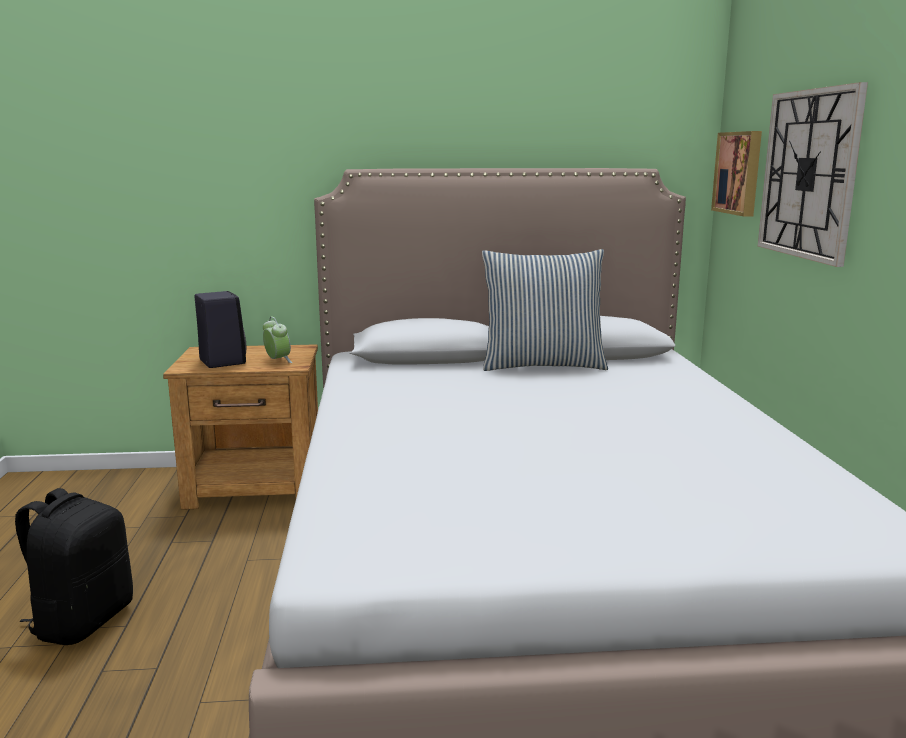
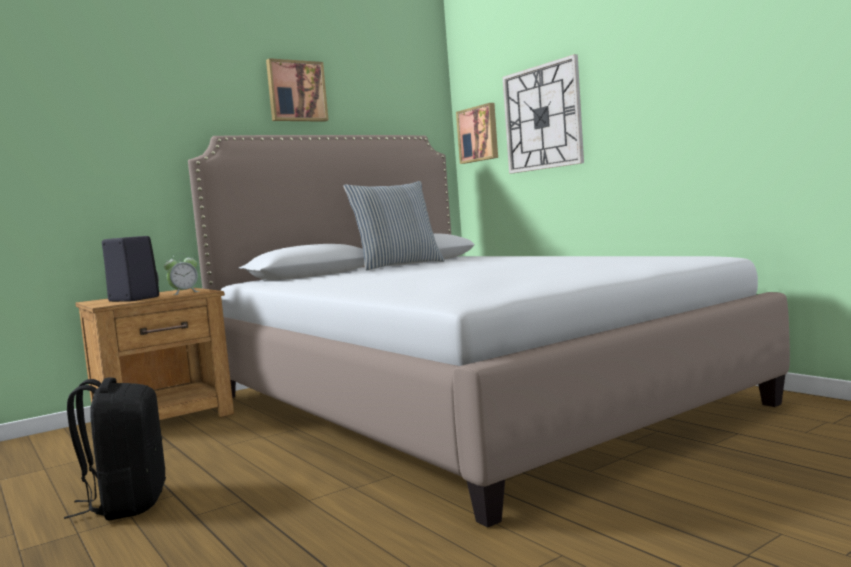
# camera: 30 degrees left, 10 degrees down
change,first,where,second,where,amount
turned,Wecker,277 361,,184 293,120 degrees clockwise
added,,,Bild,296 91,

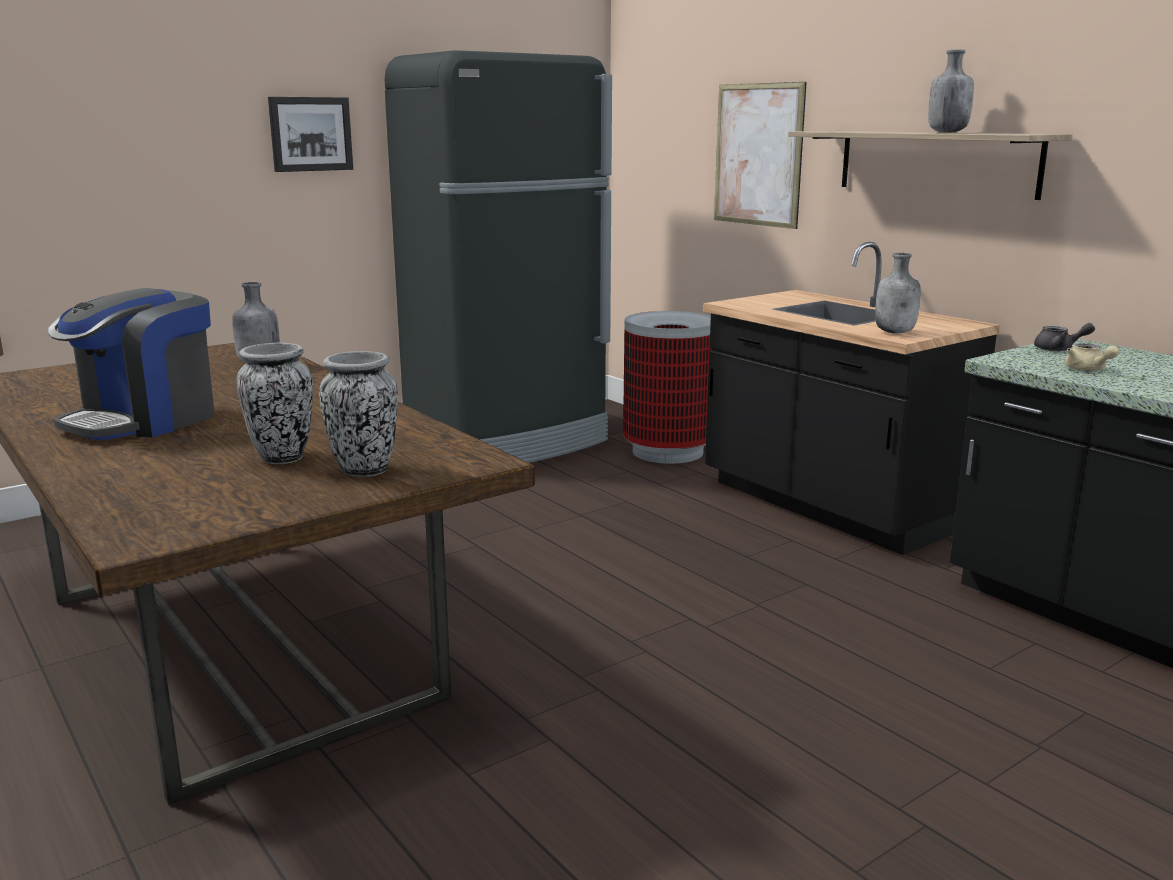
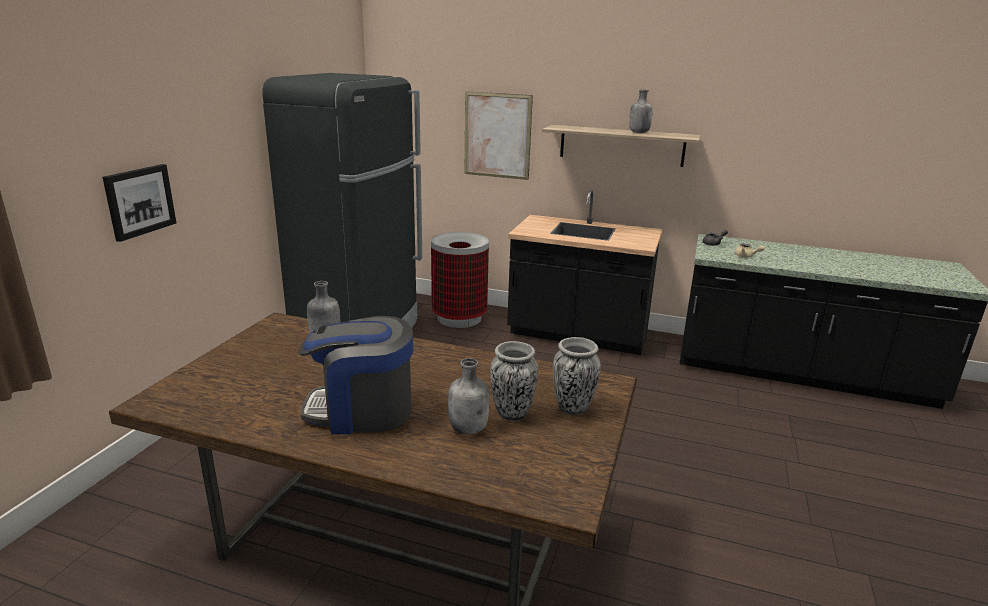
# camera: 35 degrees left, 5 degrees up
change,first,where,second,where,amount
turned,Kaffeemaschine,145 420,,361 411,90 degrees clockwise
moved,Bild,310 134,,139 201,
moved,Flasche [grau],895 332,,469 428,

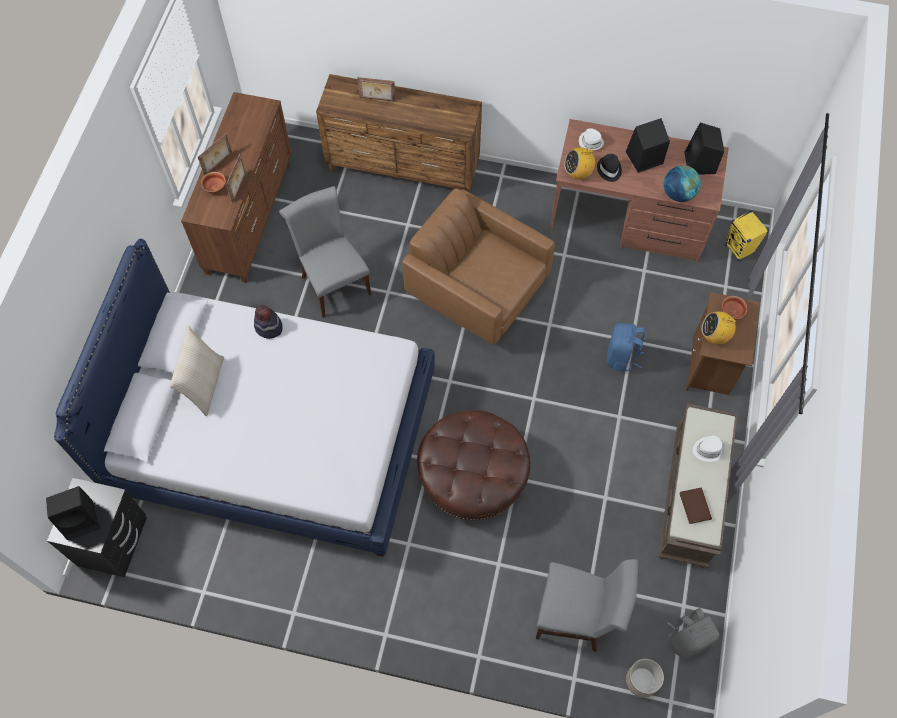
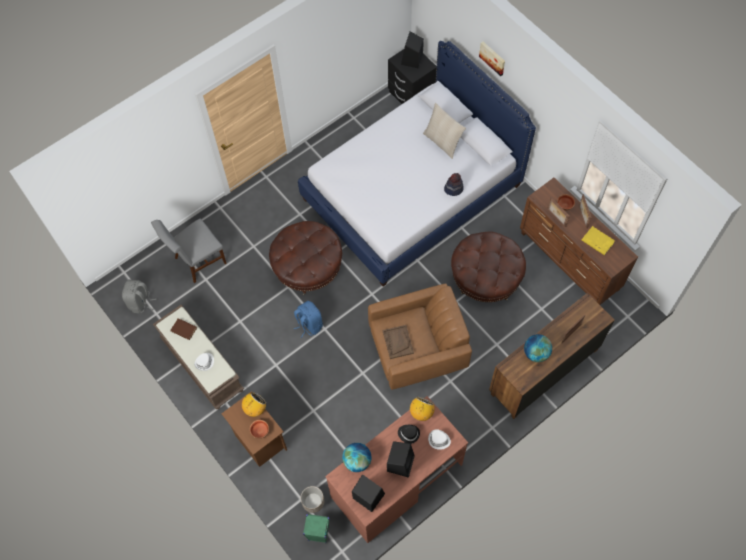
# camera: 130 degrees right, 0 degrees up
change,first,where,second,where,amount
replaced,Stuhl [grau],333 282,Polsterhocker [braun],486 277,
moved,Rucksack [blau],621 357,,309 324,
moved,Pflanzkübel,642 680,,313 502,
recoloured,Lautsprecher [gelb],739 249,Lautsprecher [grün],318 533,
added,,,Tablett [braun],398 342,
added,,,Bild,493 58,
added,,,Globus,536 353,
added,,,Buch [gelb],597 241,

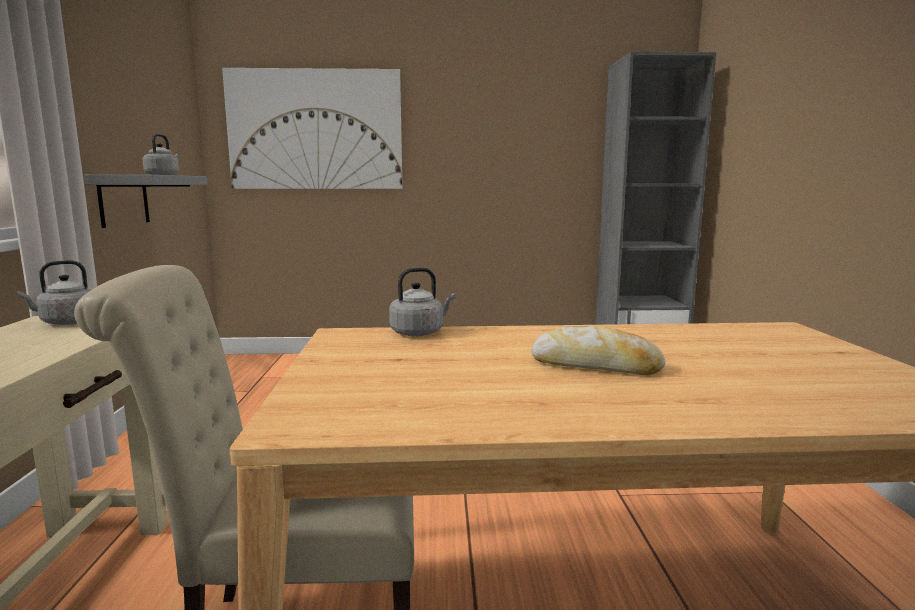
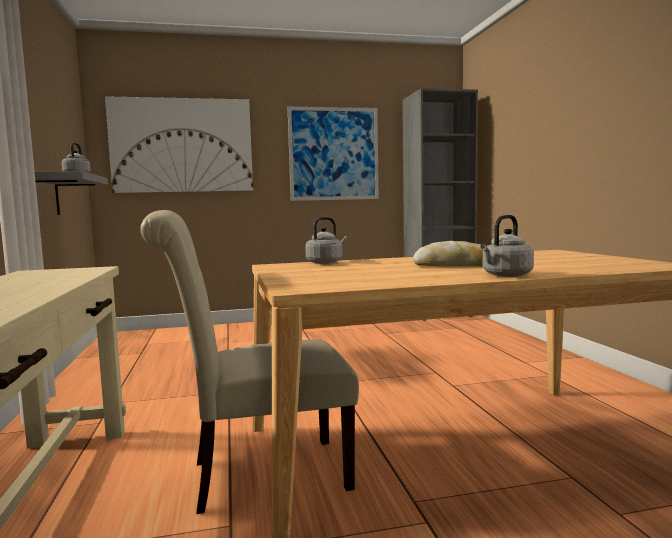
# camera: 10 degrees left, 5 degrees down
change,first,where,second,where,amount
moved,Wasserkessel [grau],66 322,,505 275,
added,,,Bild,334 154,

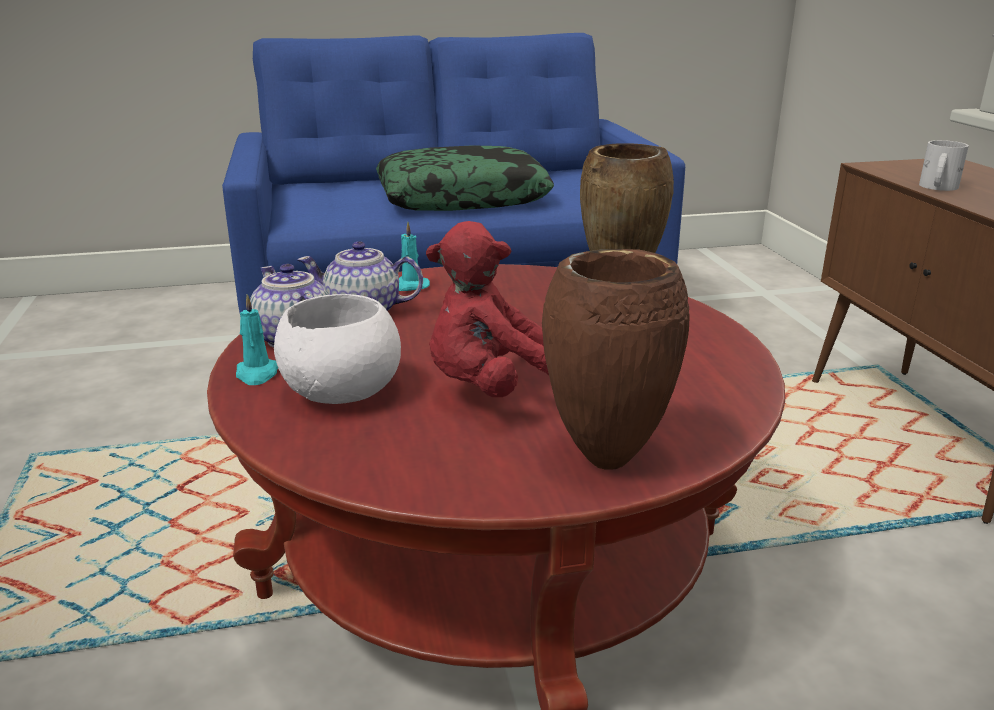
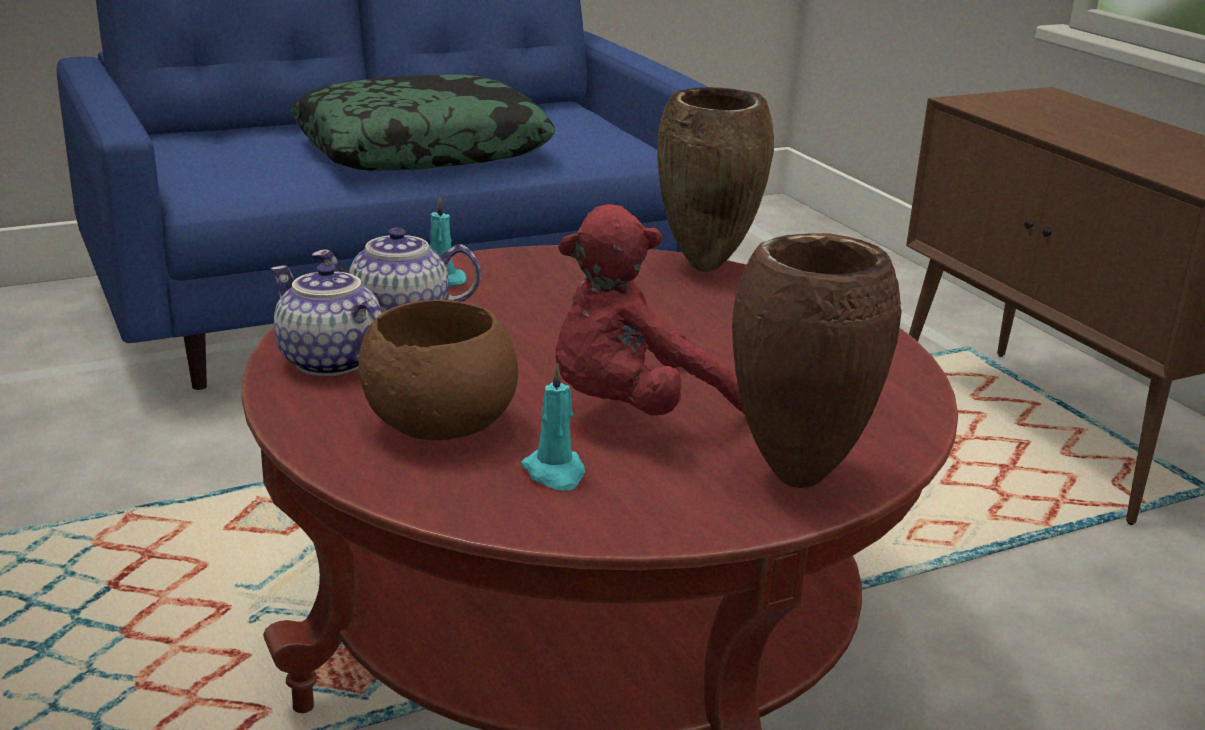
# camera: 15 degrees left, 0 degrees up
change,first,where,second,where,amount
moved,Kerze [türkis],257 374,,555 473,
recoloured,Schüssel [weiß],341 391,Schüssel [braun],437 424,
removed,Henkelbecher [weiß],936 187,,,

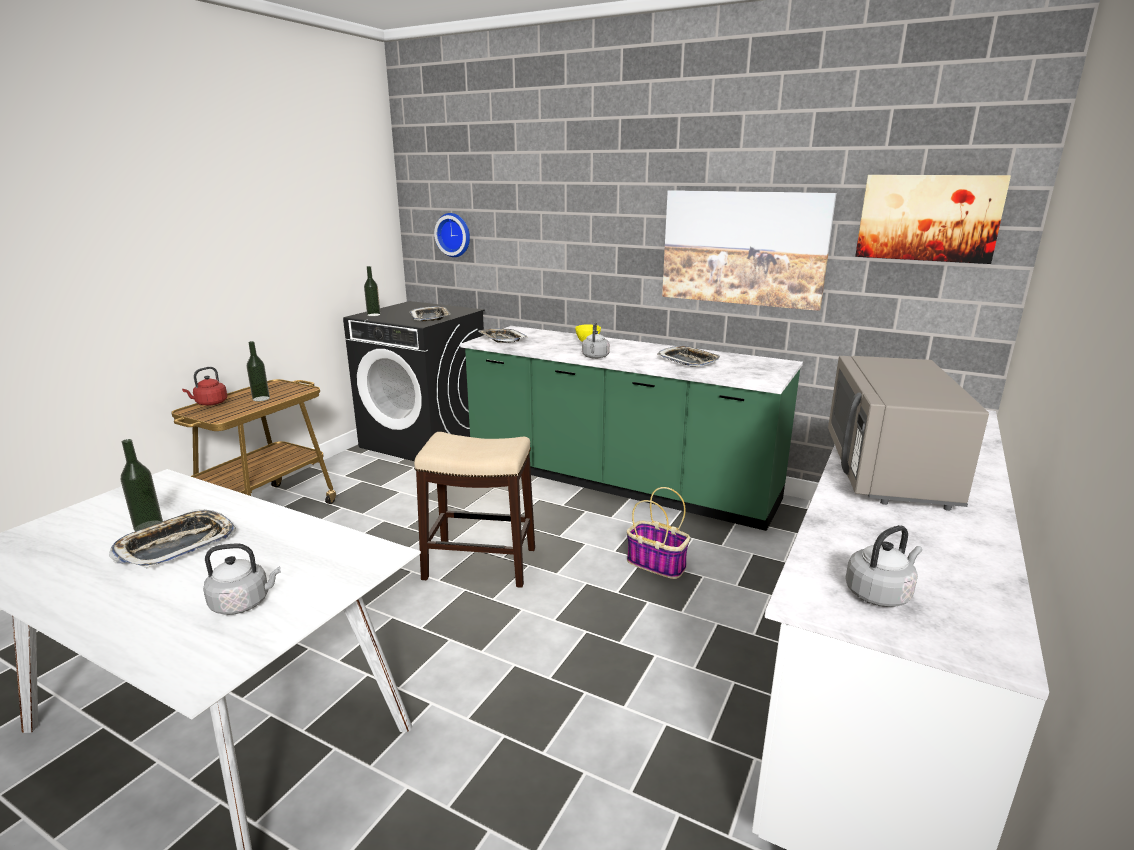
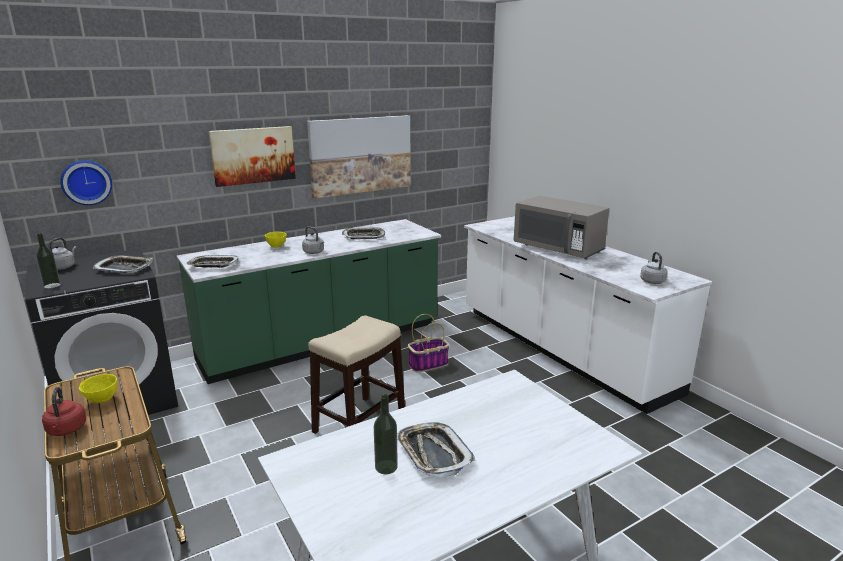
# camera: 60 degrees left, 0 degrees up
change,first,where,second,where,amount
moved,Wasserkessel [grau],244 603,,63 267,
replaced,Flasche,261 398,Schüssel [gelb],103 400,
moved,Bild,928 218,,253 155,

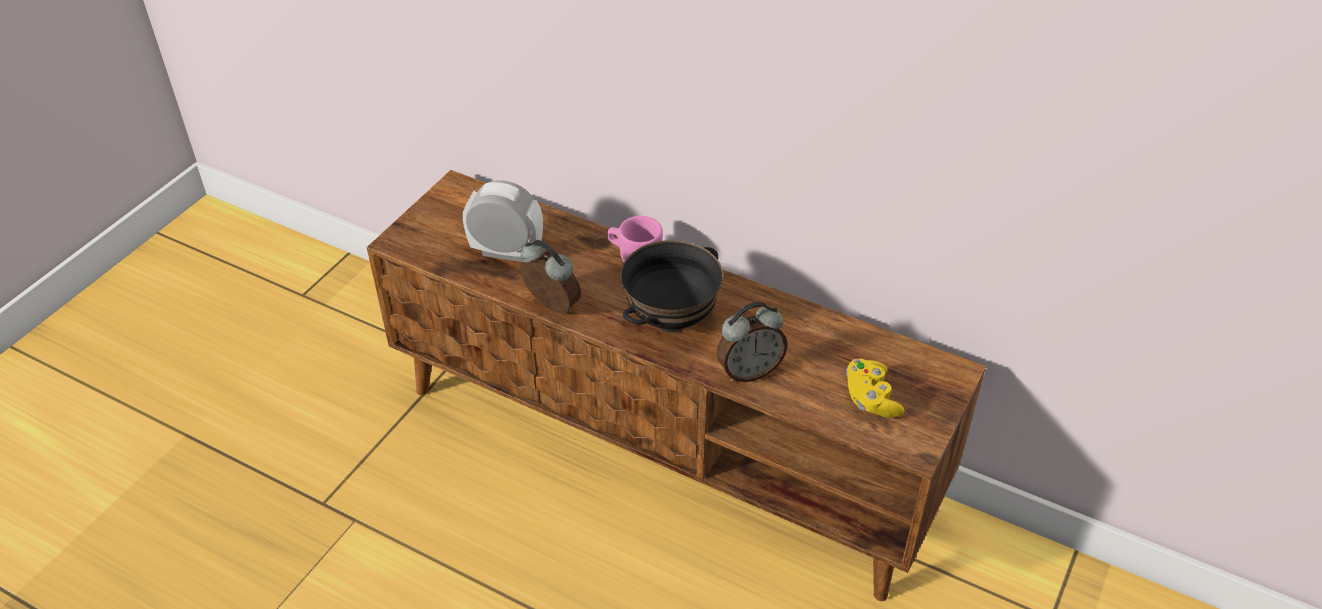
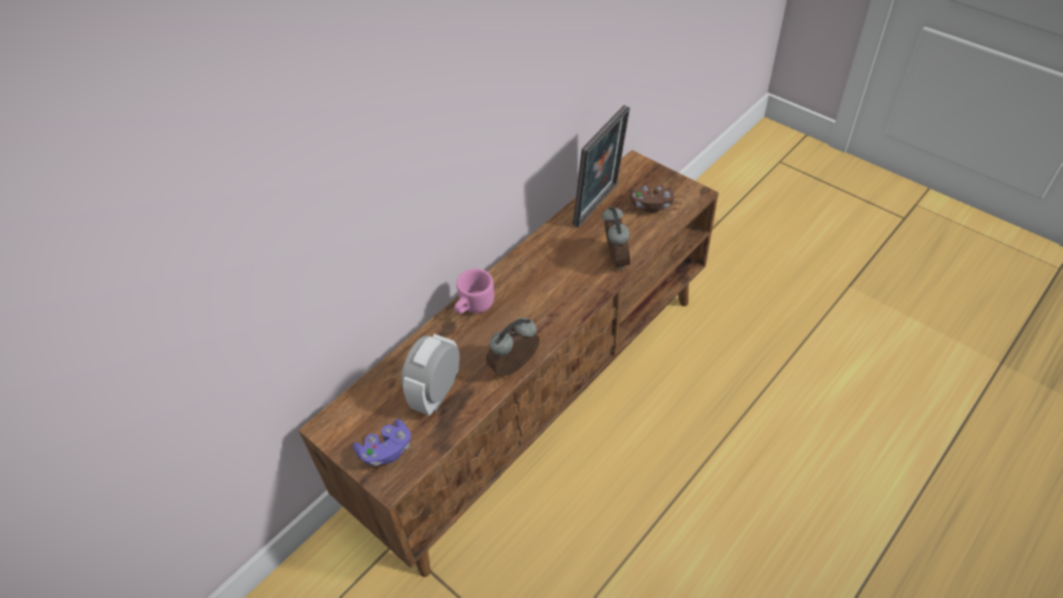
# camera: 75 degrees left, 5 degrees up
change,first,where,second,where,amount
removed,Schüssel [schwarz],672 320,,,
recoloured,Gamepad [gelb],870 398,Gamepad [braun],651 205,
added,,,Gamepad [lila],386 451,
added,,,Bilderrahmen,599 206,

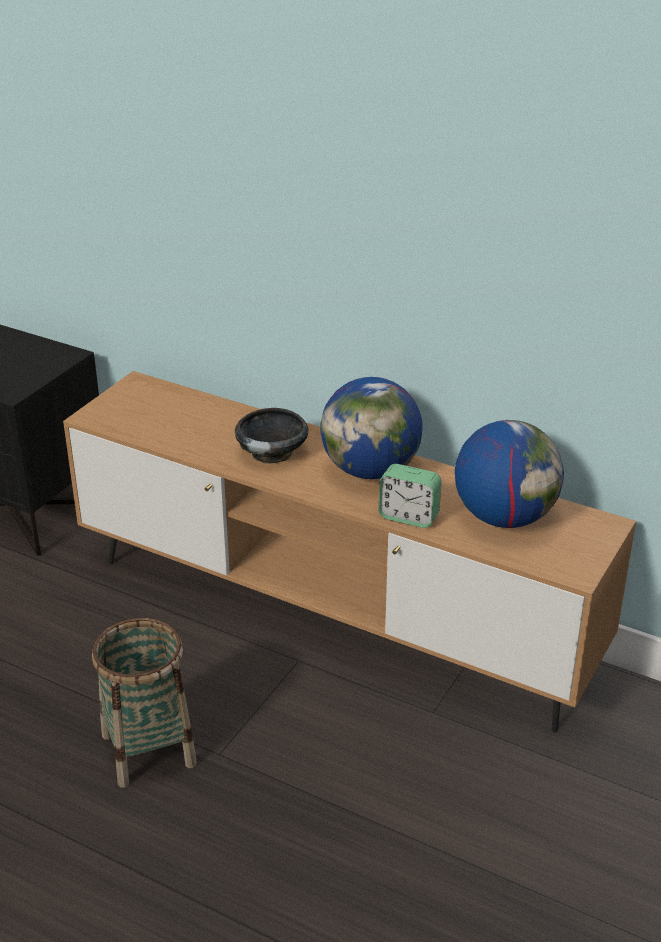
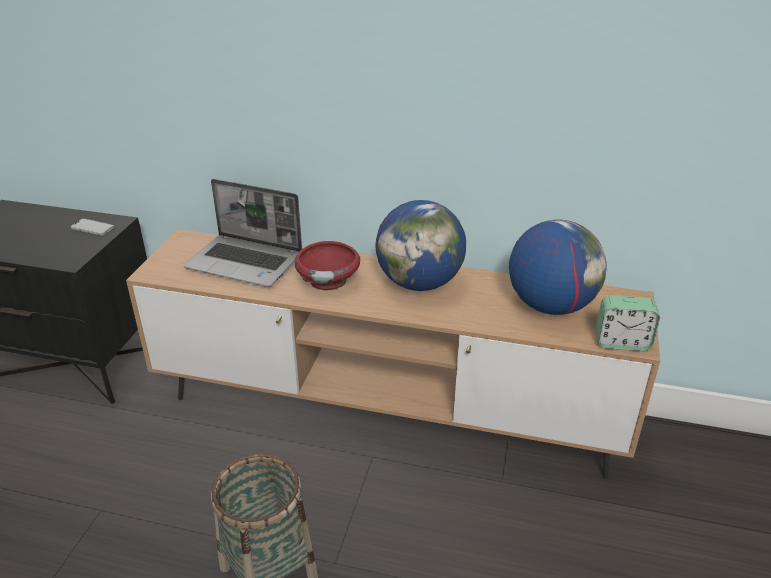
# camera: 15 degrees left, 0 degrees up
change,first,where,second,where,amount
recoloured,Schüssel [schwarz],272 452,Schüssel [rot],328 280,
moved,Wecker,409 516,,622 342,
added,,,Handy,92 228,
added,,,Laptop,246 262,

